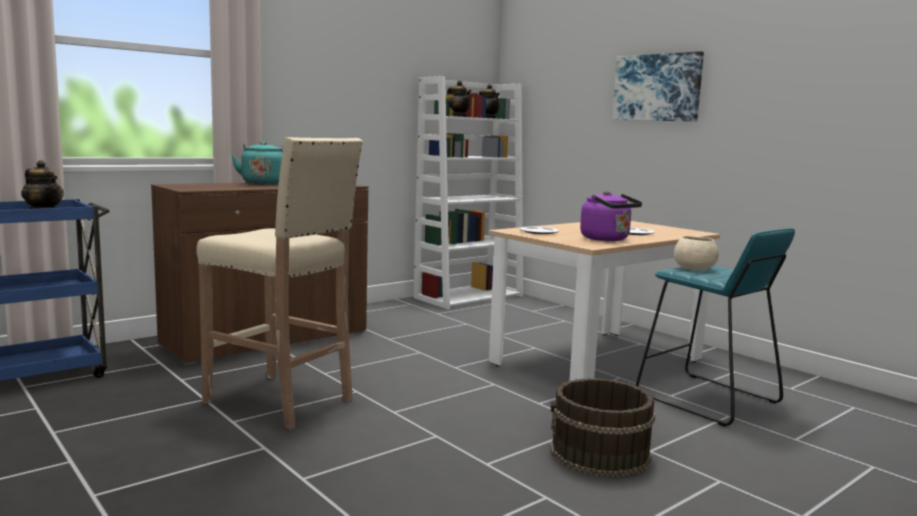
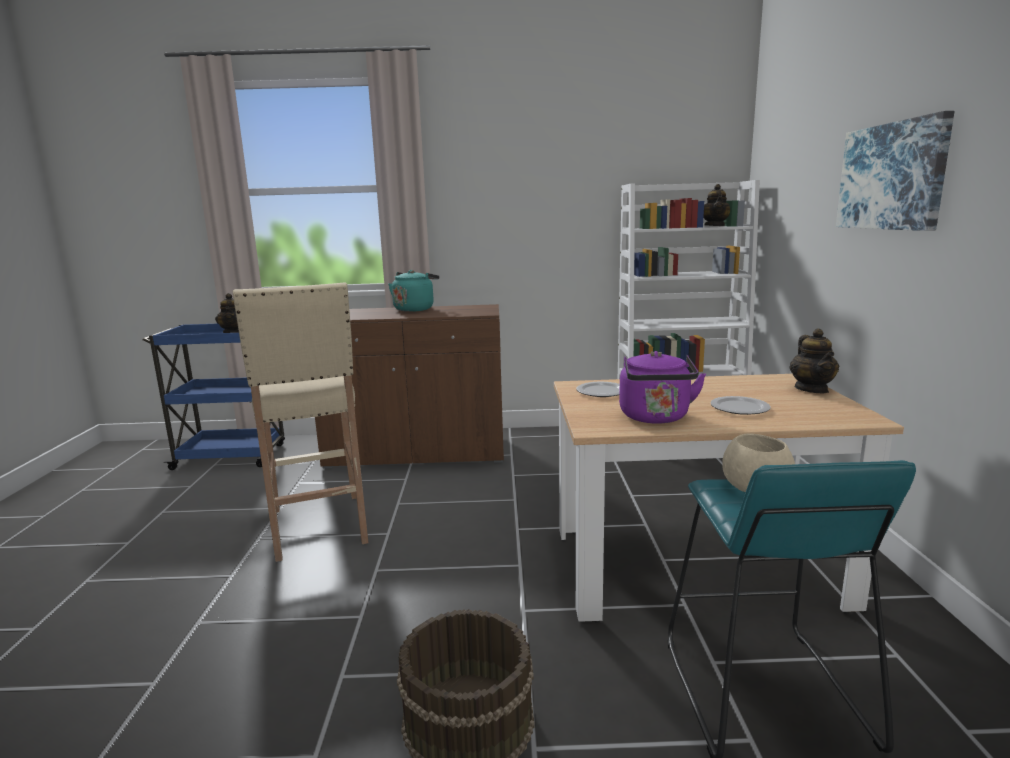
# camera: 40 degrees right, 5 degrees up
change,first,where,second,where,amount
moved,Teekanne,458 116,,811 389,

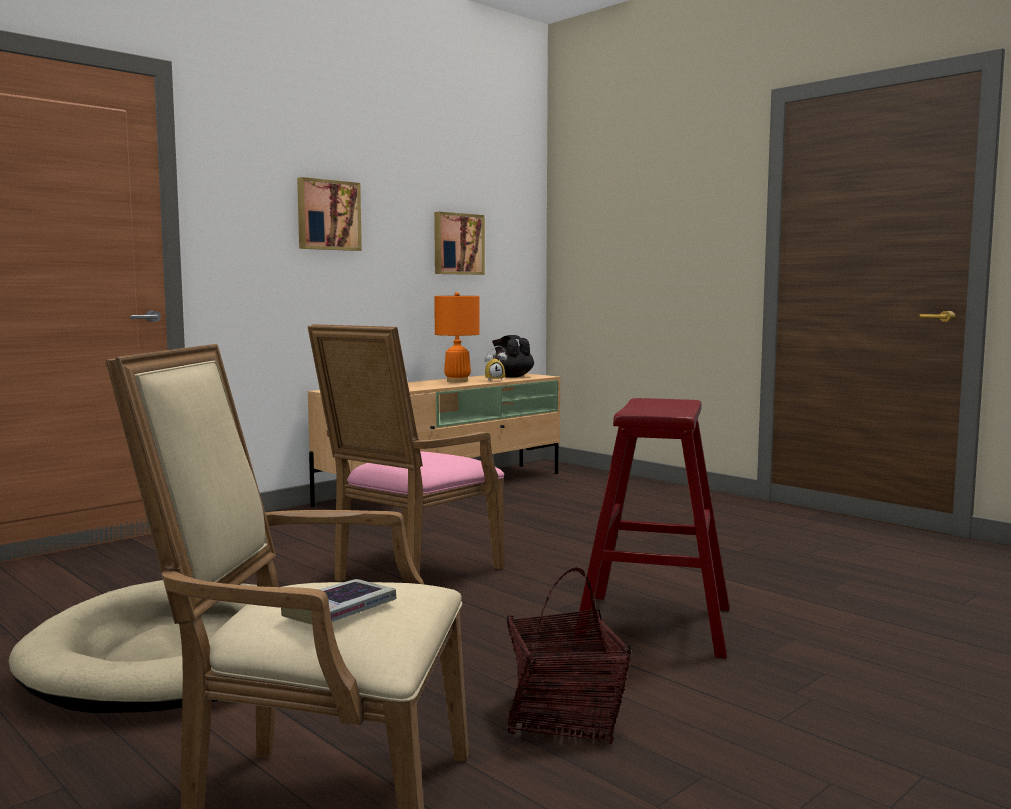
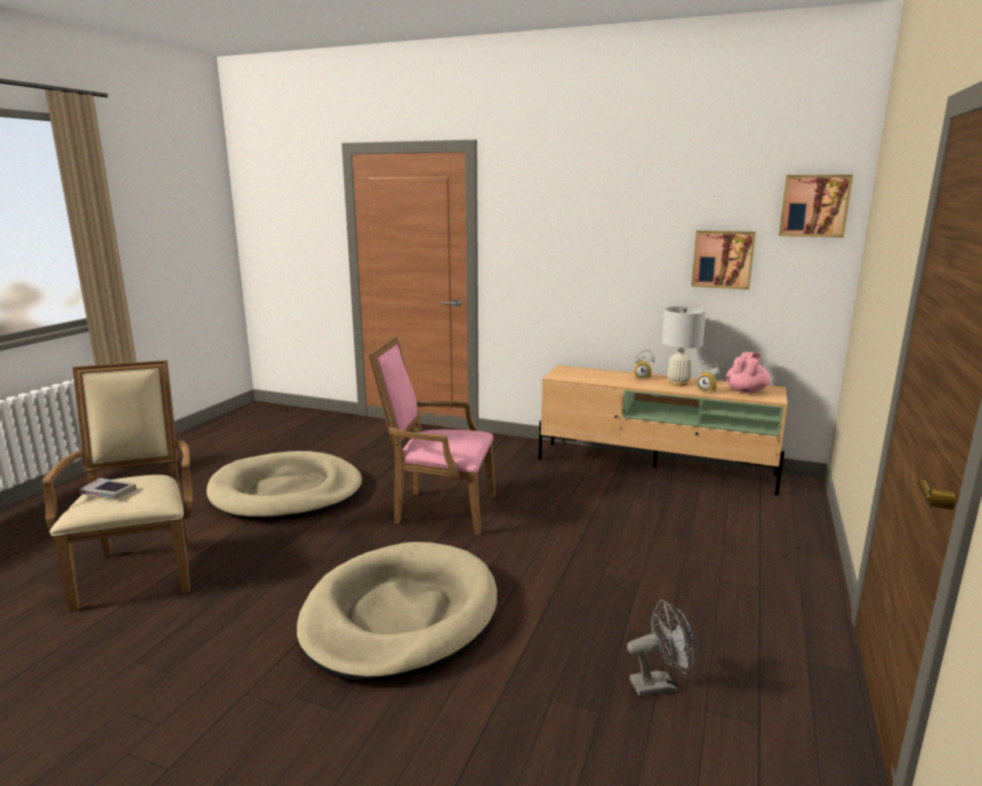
# camera: 65 degrees right, 10 degrees up
change,first,where,second,where,amount
moved,Bild,328 215,,814 206,
recoloured,Tischlampe [orange],457 381,Tischlampe [weiß],678 383,
recoloured,Teekanne [schwarz],512 376,Teekanne [rosa],746 391,
removed,Korb,565 716,,,
replaced,Hocker [rot],655 624,Hundebett [beige],400 616,
added,,,Ventilator [grau],660 684,
added,,,Wecker,642 378,

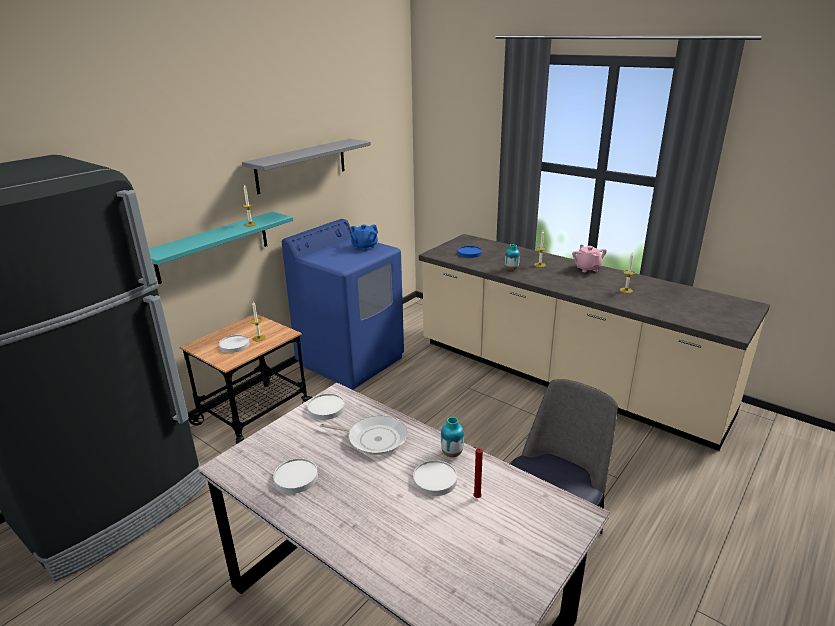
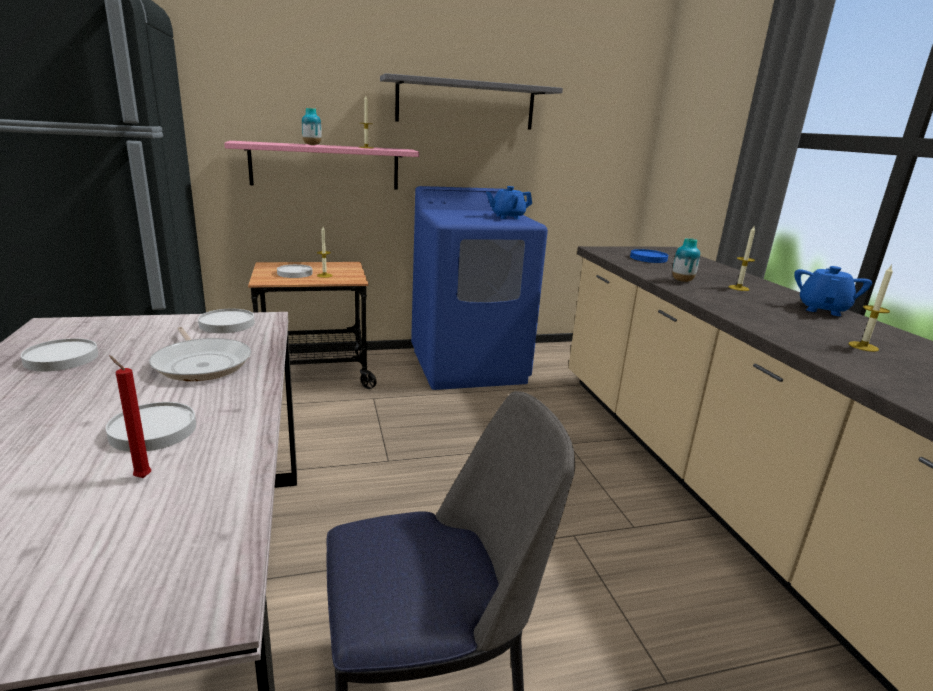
# camera: 35 degrees right, 5 degrees down
change,first,where,second,where,amount
recoloured,Wandregal [türkis],213 246,Wandregal [rosa],325 166,
moved,Vase,452 453,,312 145,
recoloured,Teekanne [rosa],587 268,Teekanne [blau],822 309,

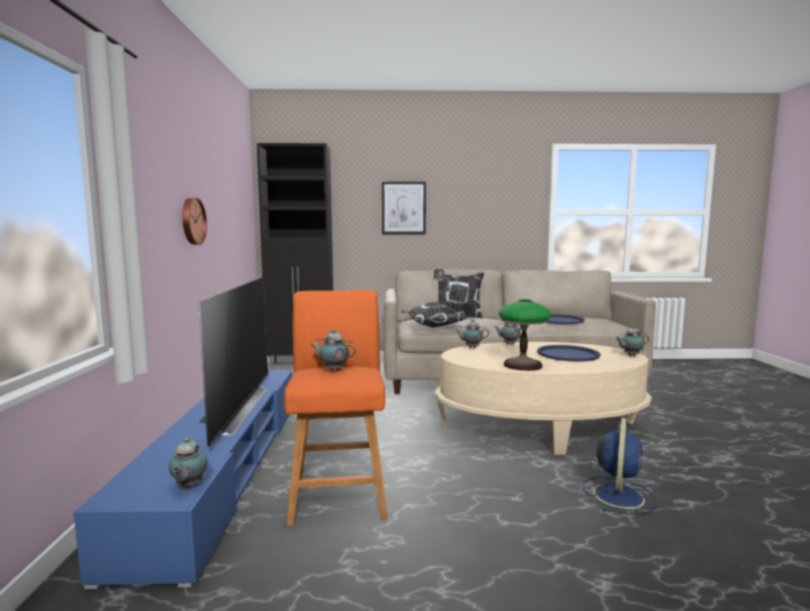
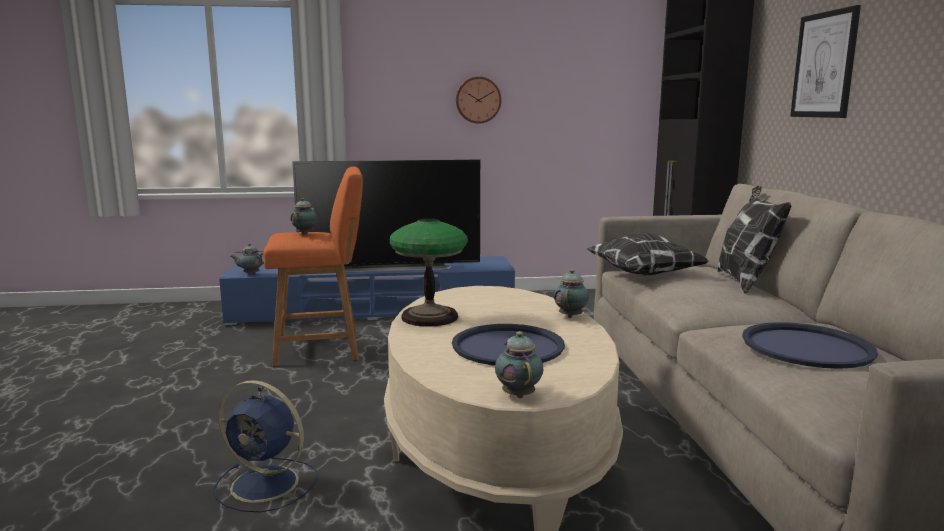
# camera: 85 degrees right, 5 degrees up
change,first,where,second,where,amount
removed,Teekanne,471 347,,,

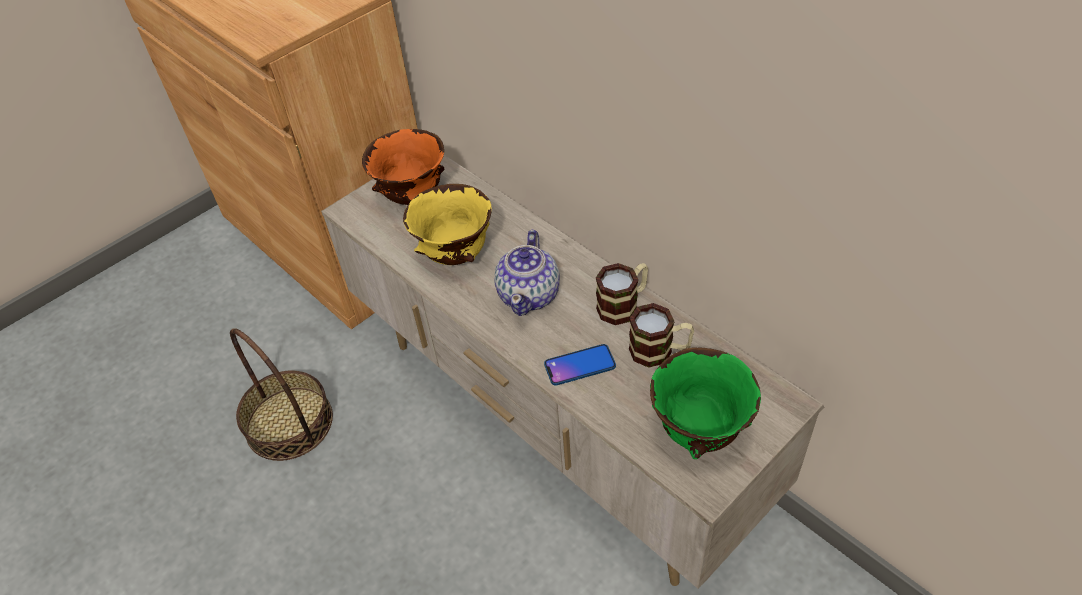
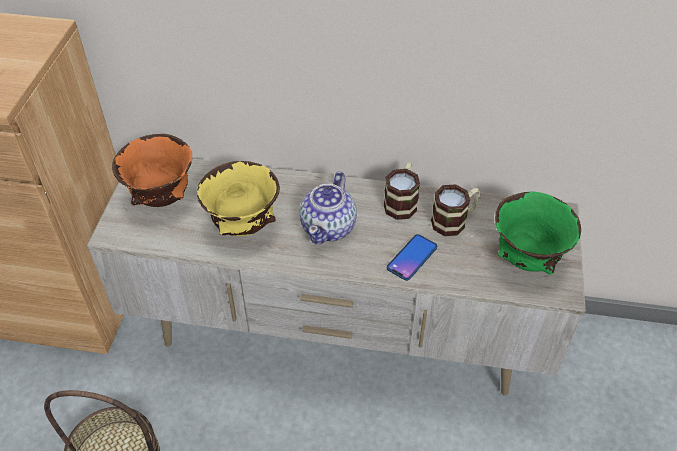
# camera: 40 degrees left, 0 degrees up
change,first,where,second,where,amount
turned,Teekanne,529 294,,329 227,45 degrees clockwise

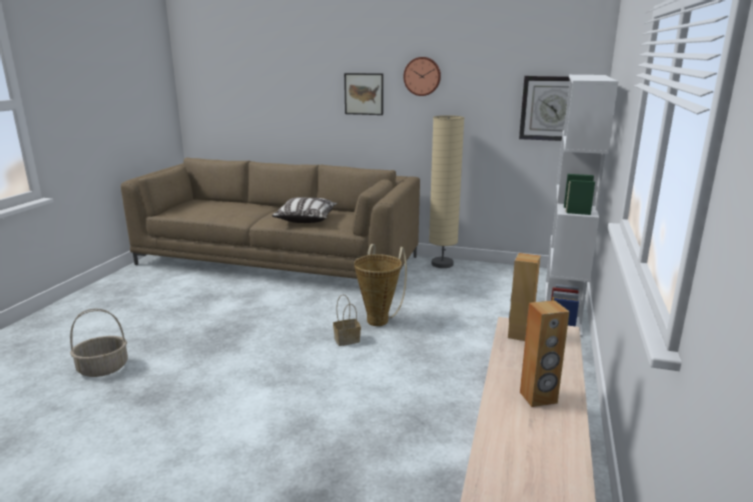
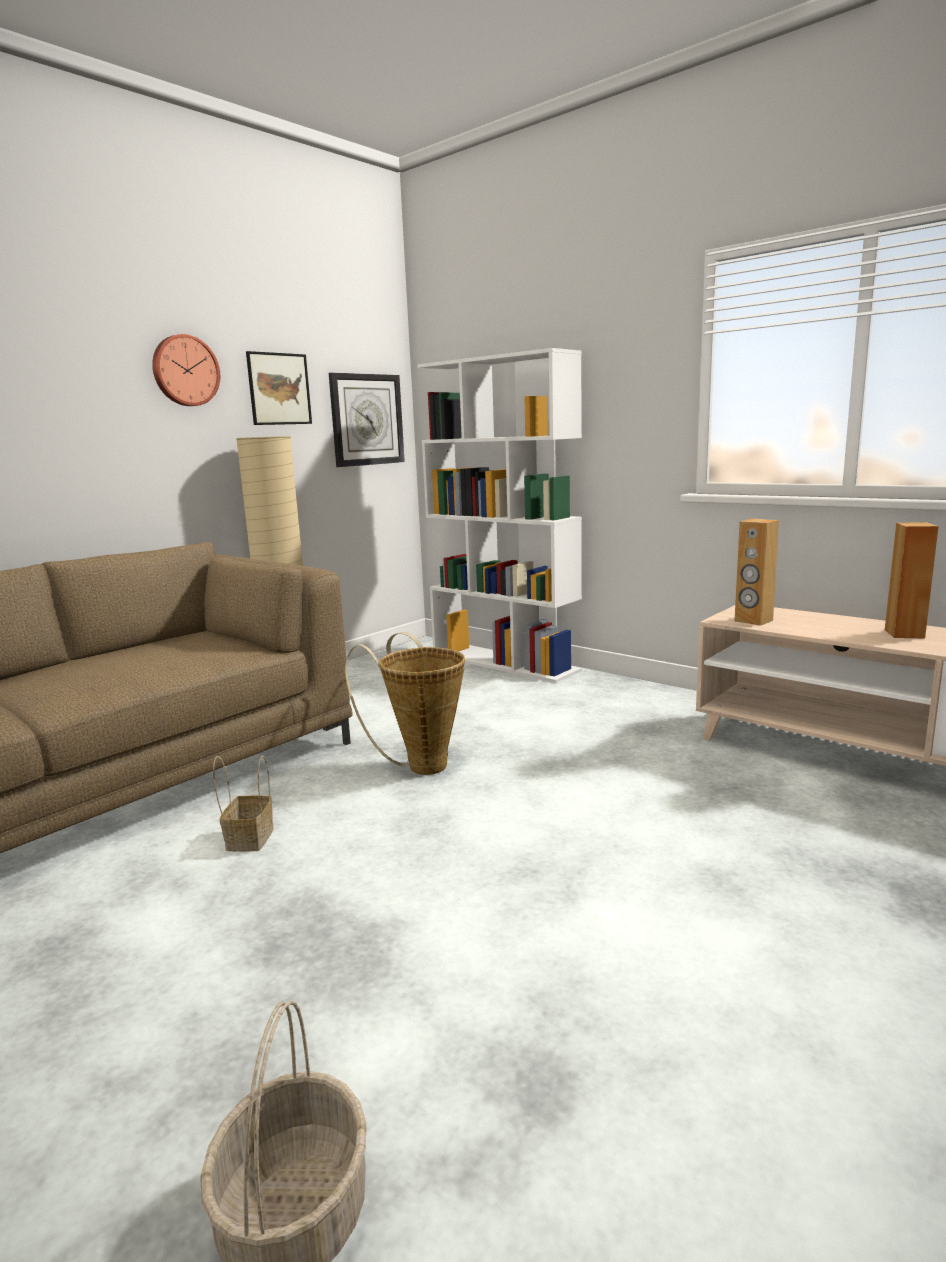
# camera: 65 degrees left, 5 degrees down
change,first,where,second,where,amount
removed,Kissen,306 219,,,
moved,Korb,347 339,,249 838,
moved,Bild,364 94,,279 389,

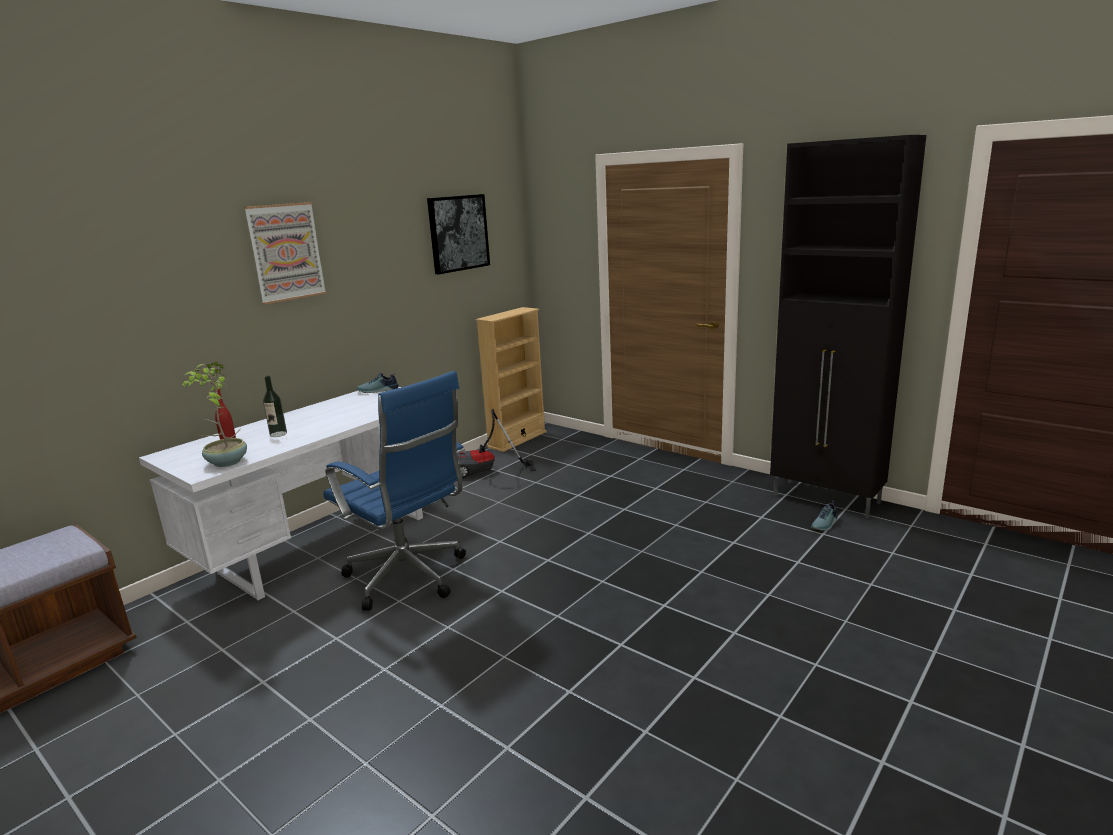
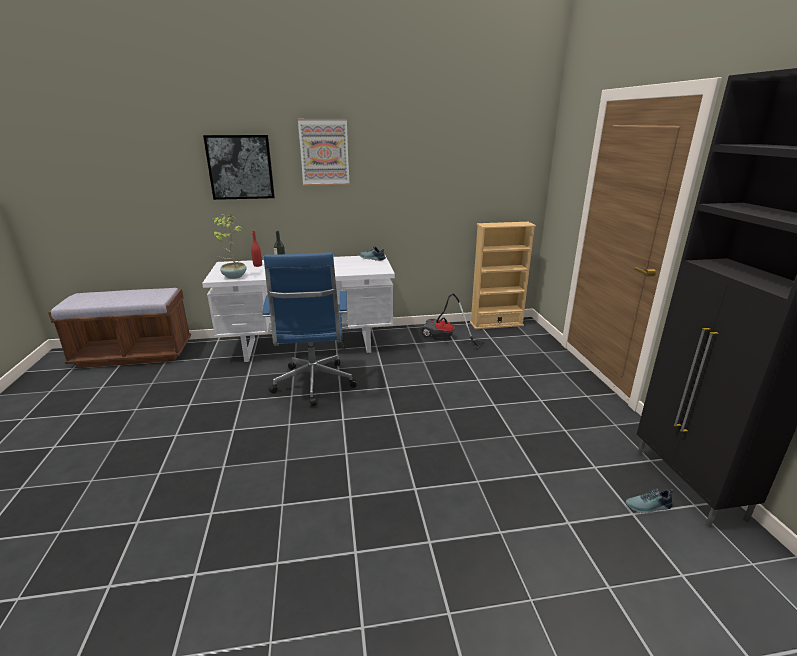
# camera: 40 degrees right, 5 degrees up
change,first,where,second,where,amount
moved,Bild,458 233,,240 167,

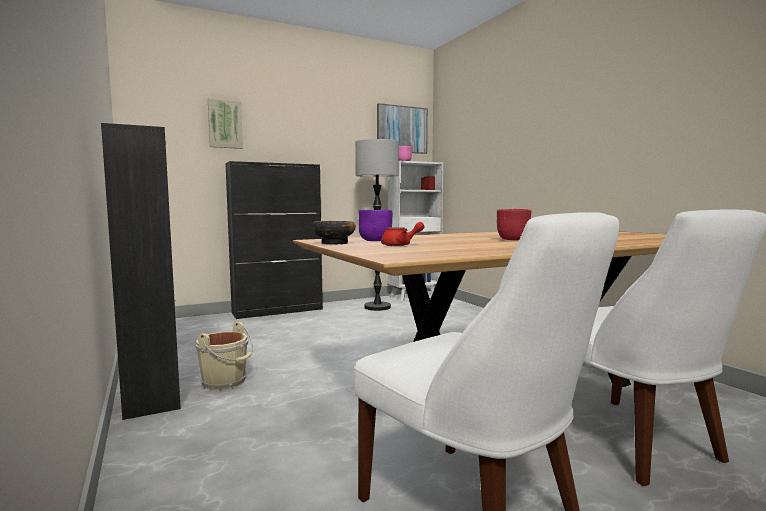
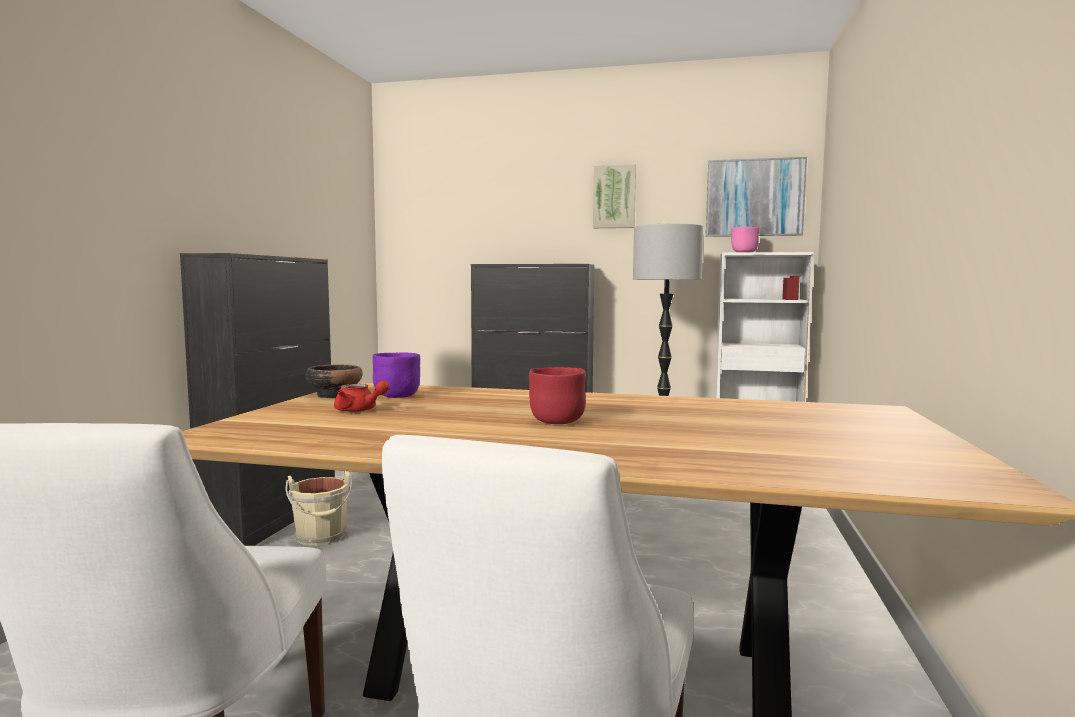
# camera: 40 degrees right, 0 degrees up
change,first,where,second,where,amount
moved,Bild,225 124,,614 197,

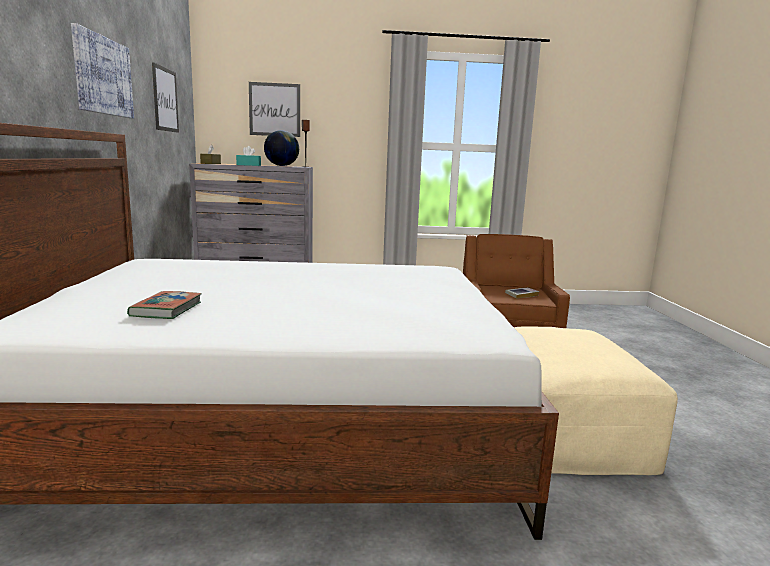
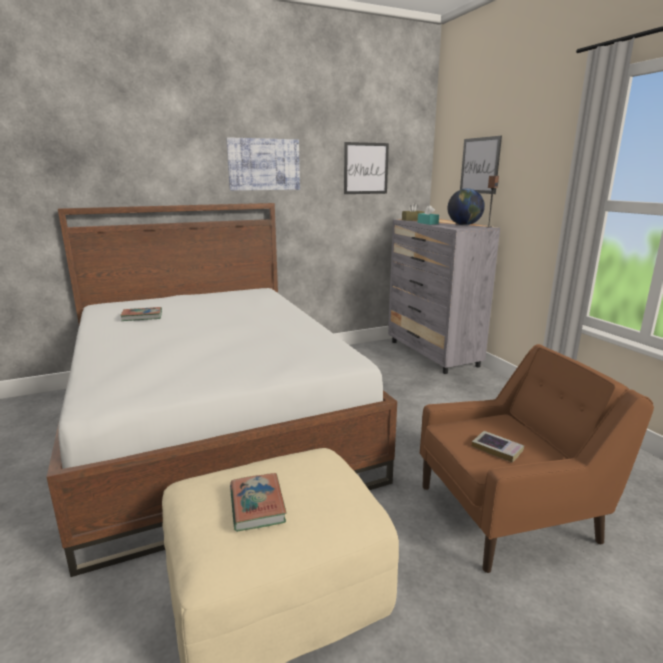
# camera: 70 degrees right, 5 degrees up
change,first,where,second,where,amount
added,,,Buch,257 505,

